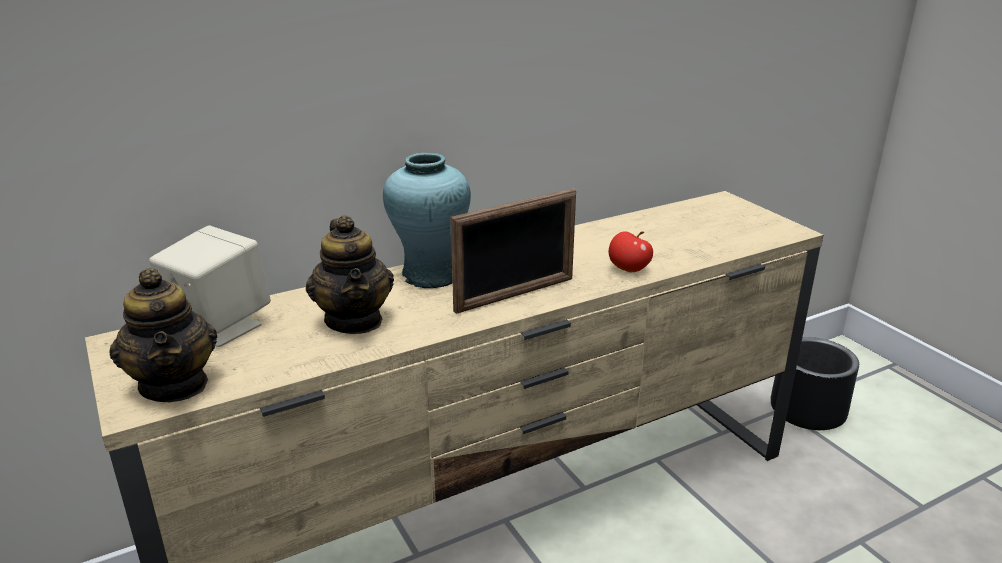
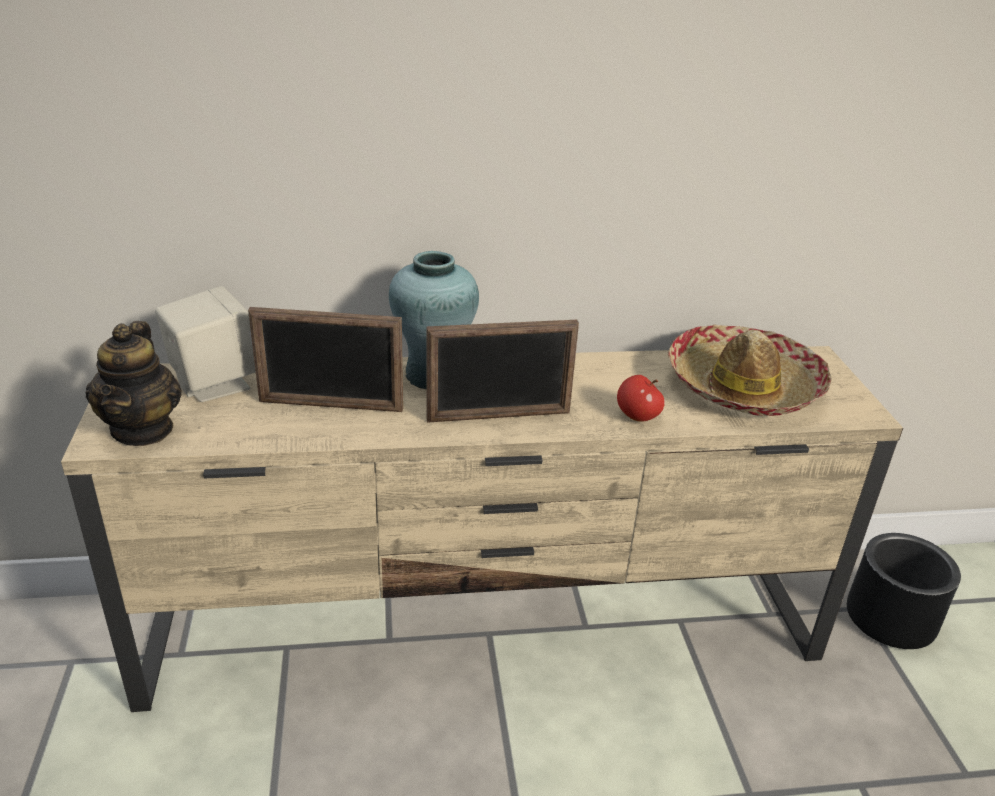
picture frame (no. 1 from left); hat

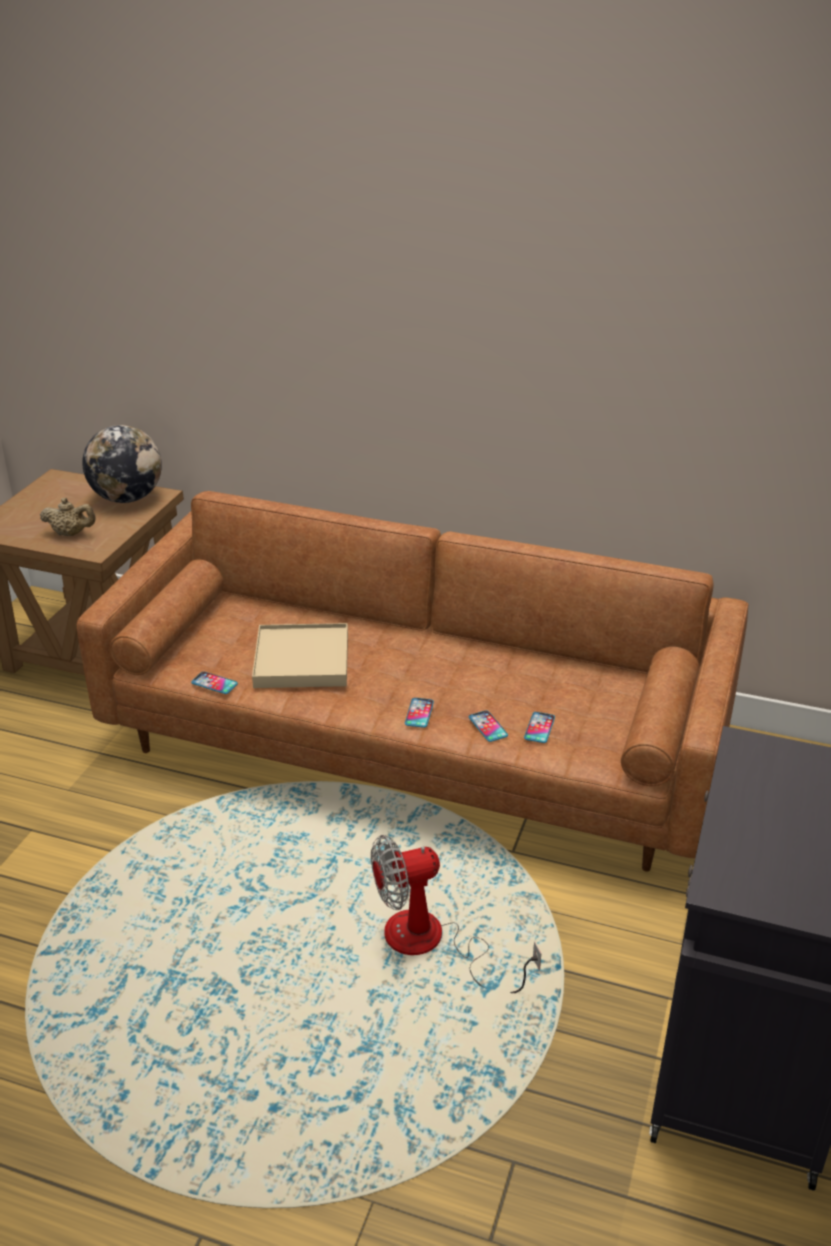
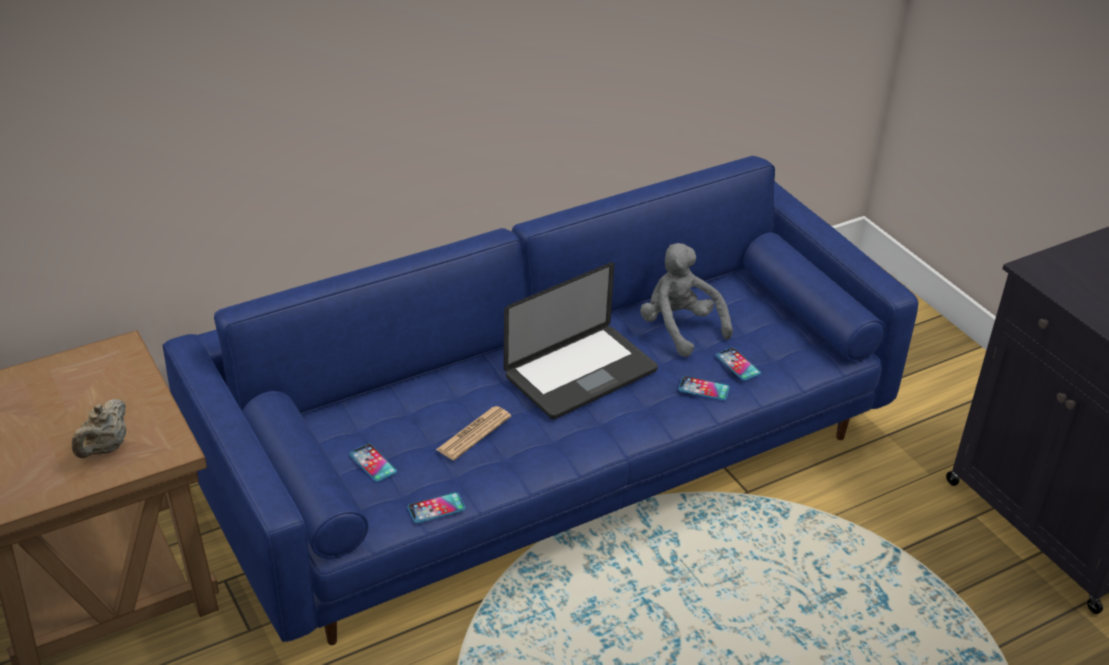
beige teapot; blue sofa; phone (no. 1 from left); newspaper; laptop; grey plush toy; globe; fan

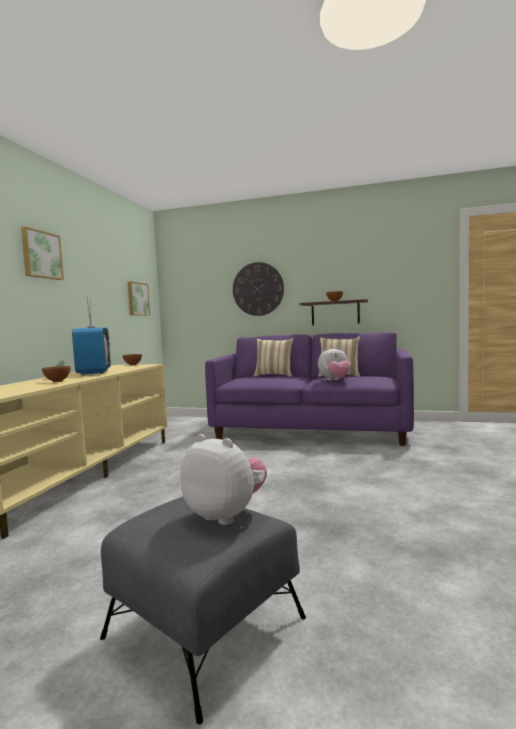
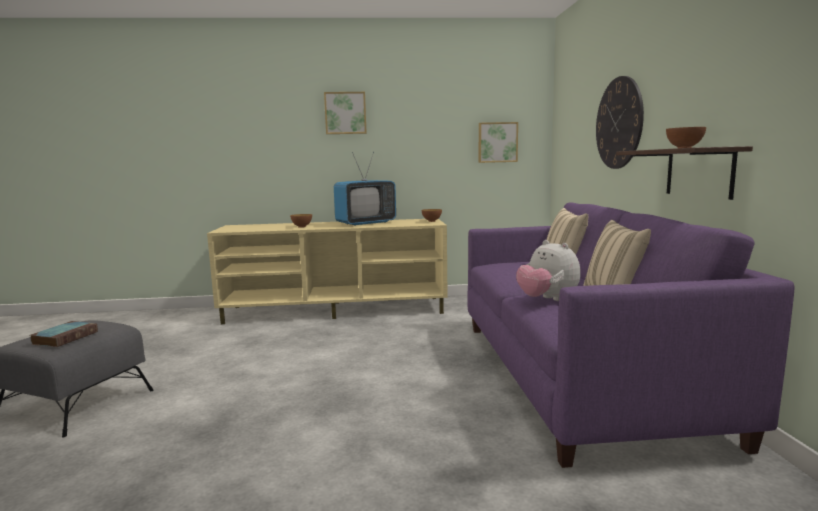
book

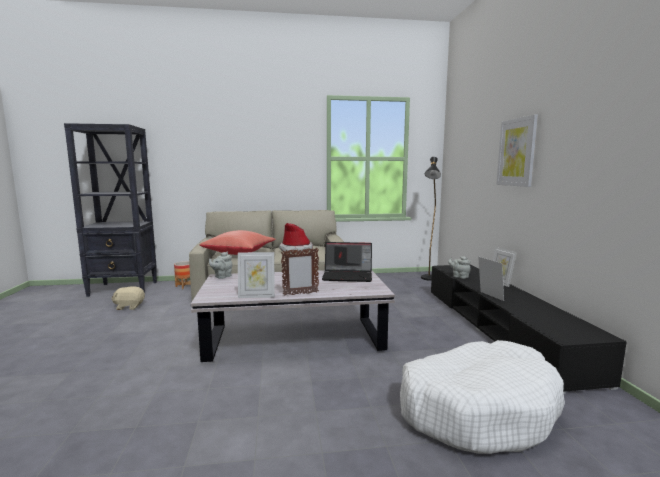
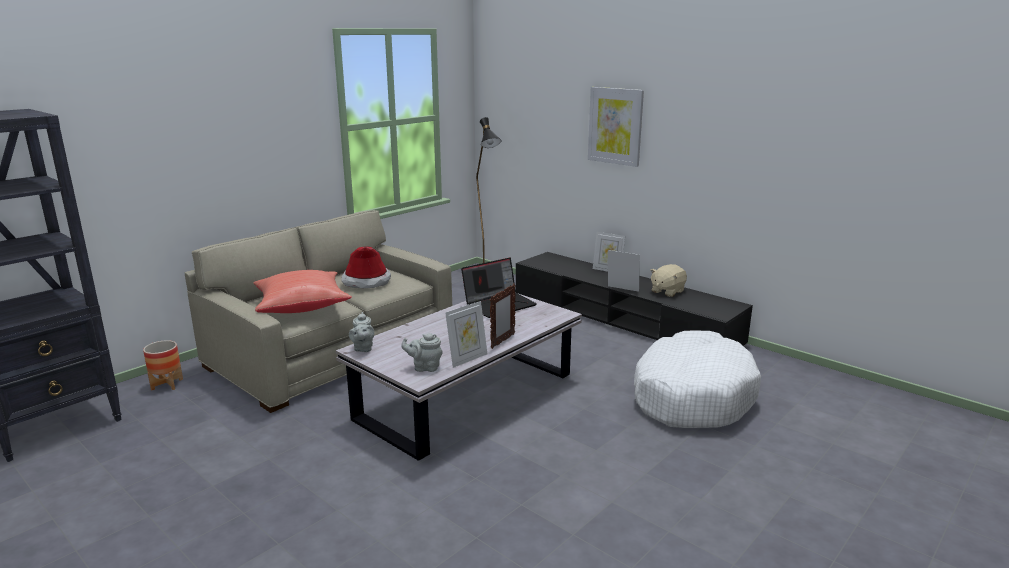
grey teapot (no. 2 from left); beige plush toy

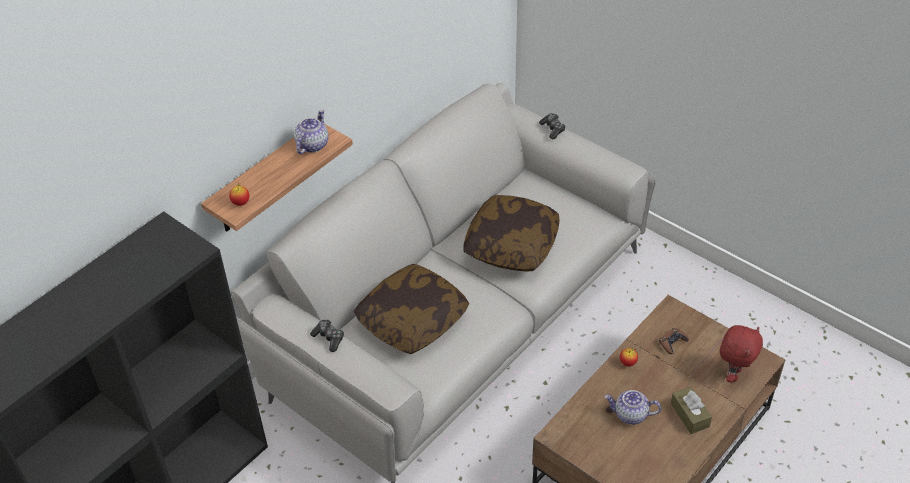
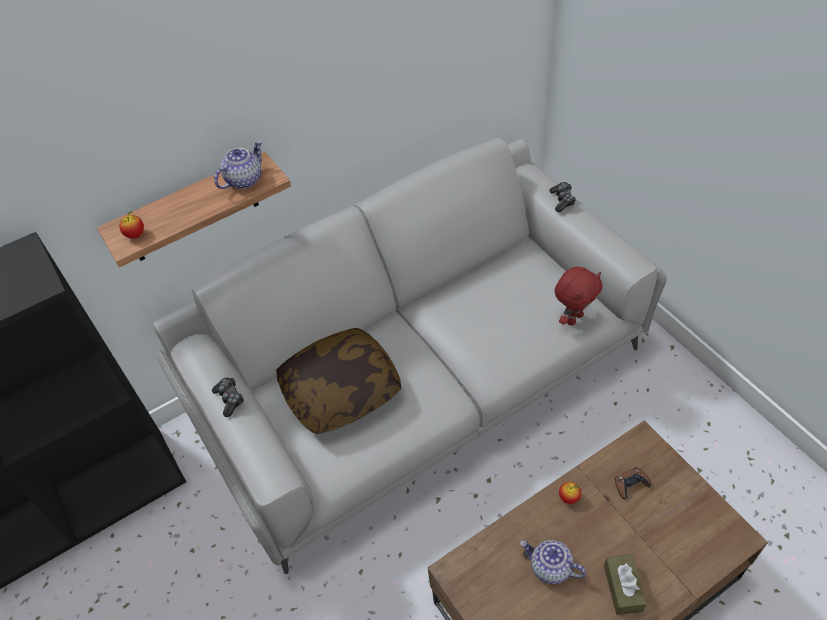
red plush toy; pillow (no. 2 from left in the first image)

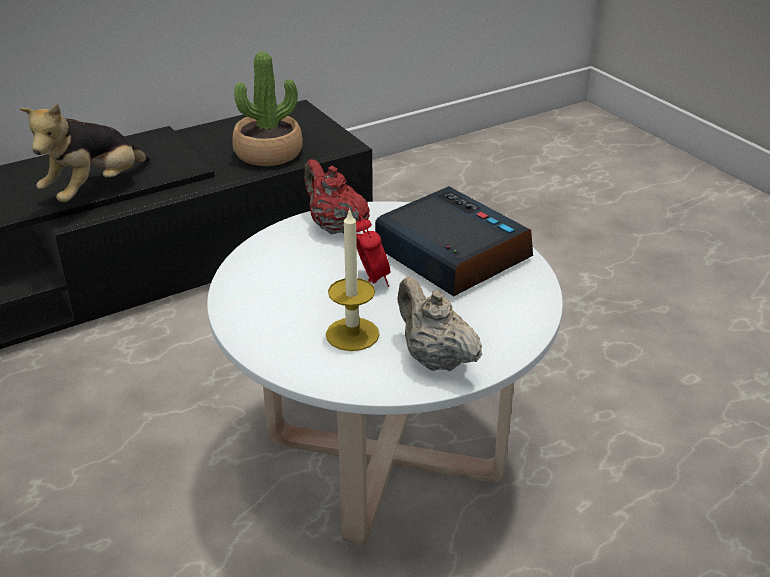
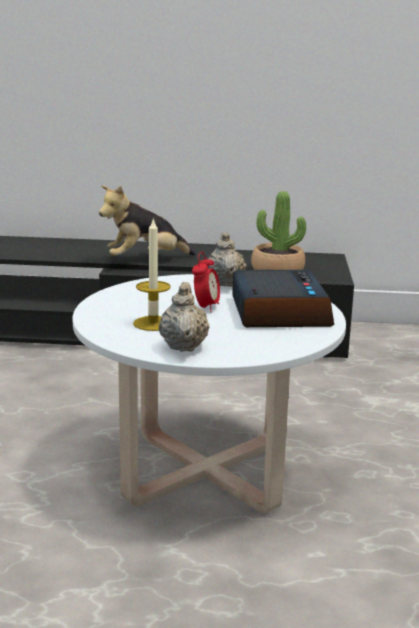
beige teapot (no. 2 from left)

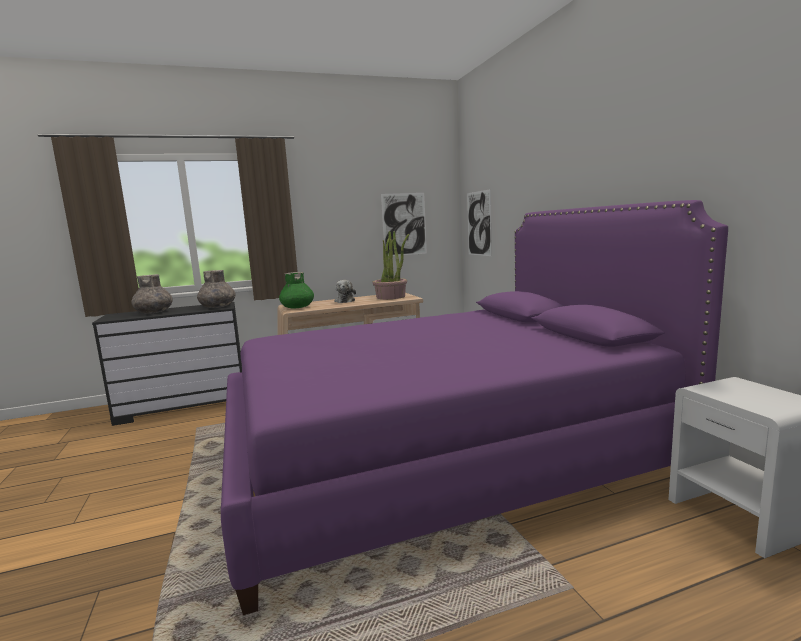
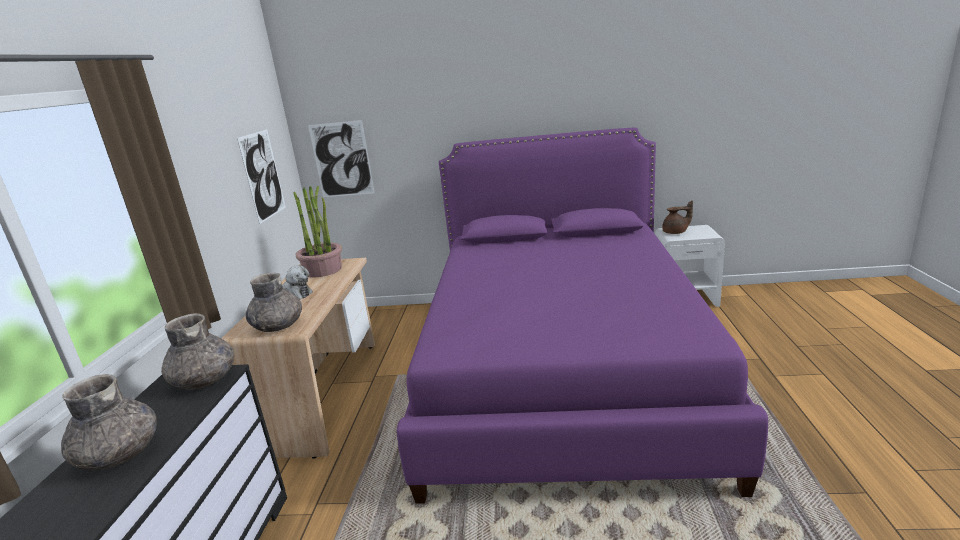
grey vase (no. 3 from left); brown teapot

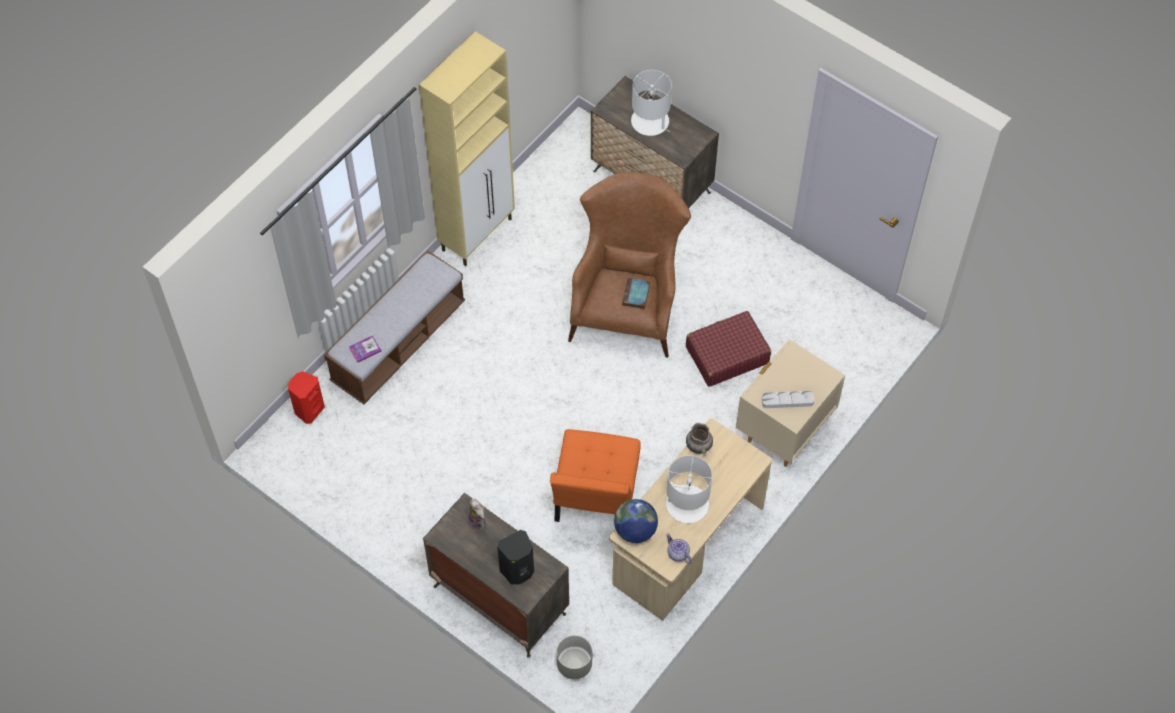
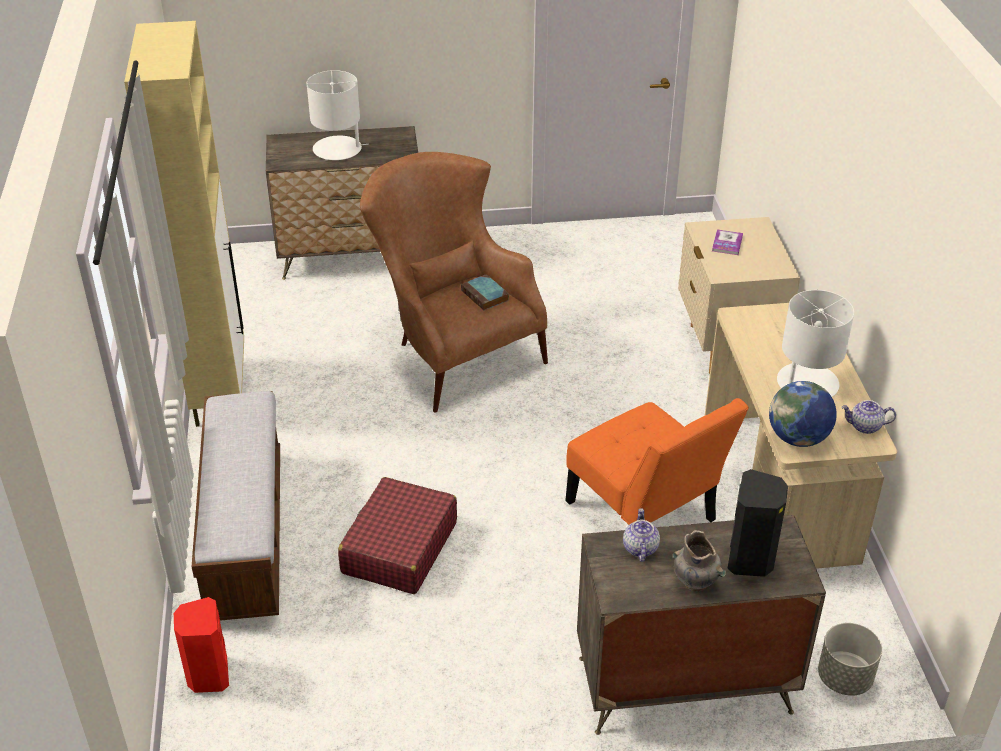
red suitcase; teapot (no. 1 from left); grey vase; book (no. 2 from left); grey tray

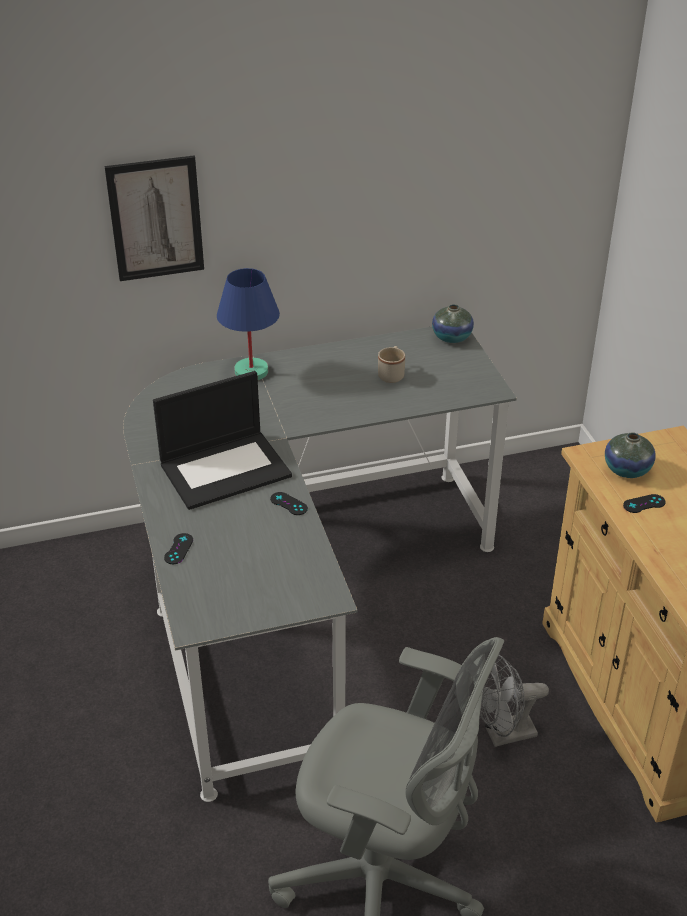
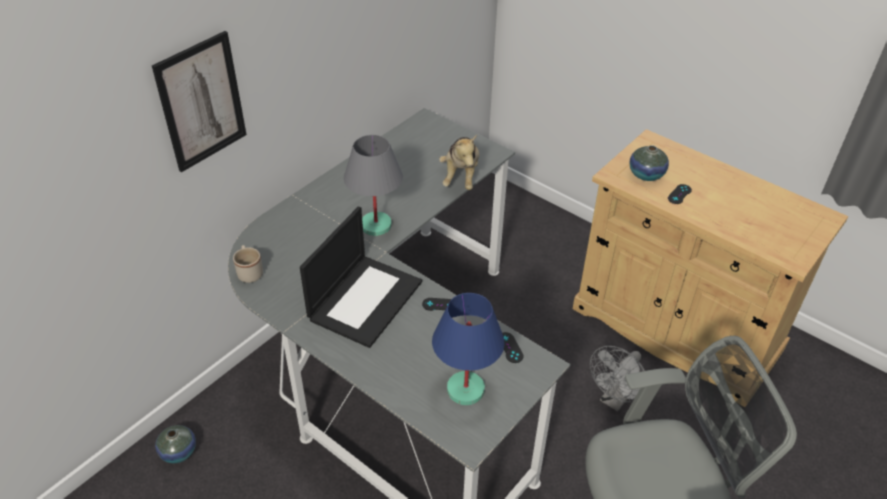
vase (no. 1 from left); beige mug; grey table lamp; blue table lamp; plush toy; black game controller (no. 2 from left)

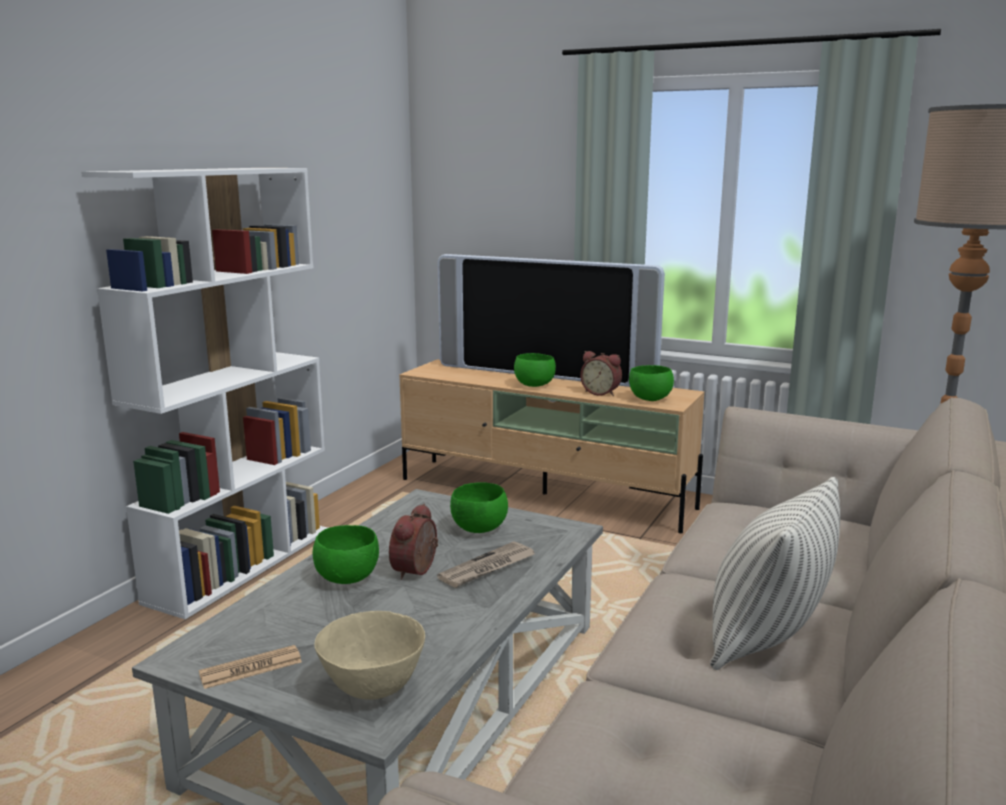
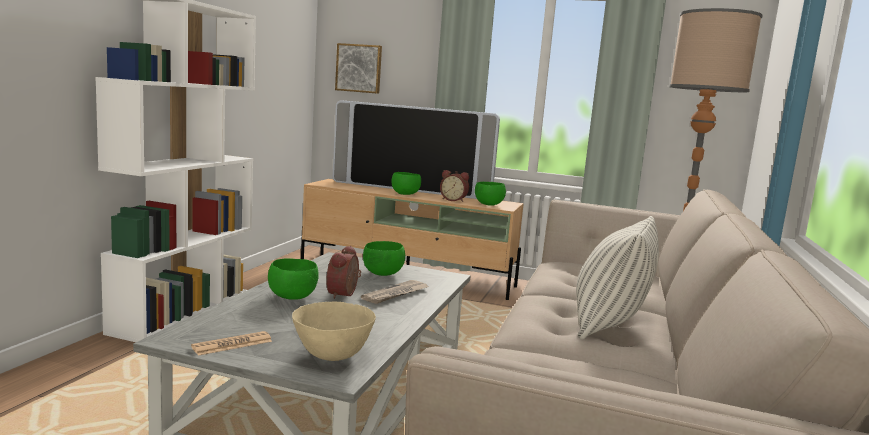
picture

